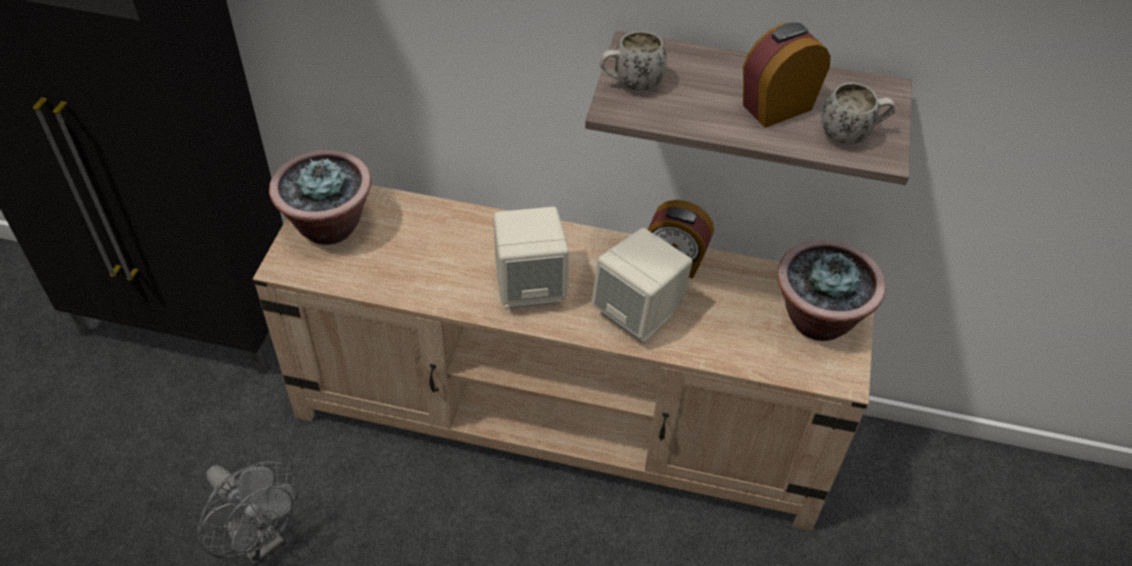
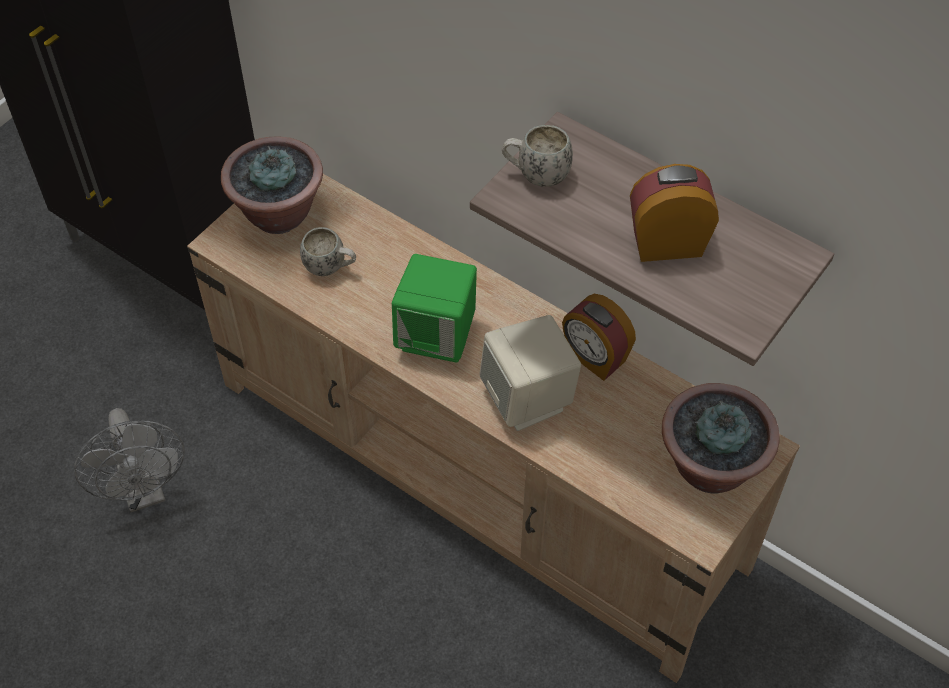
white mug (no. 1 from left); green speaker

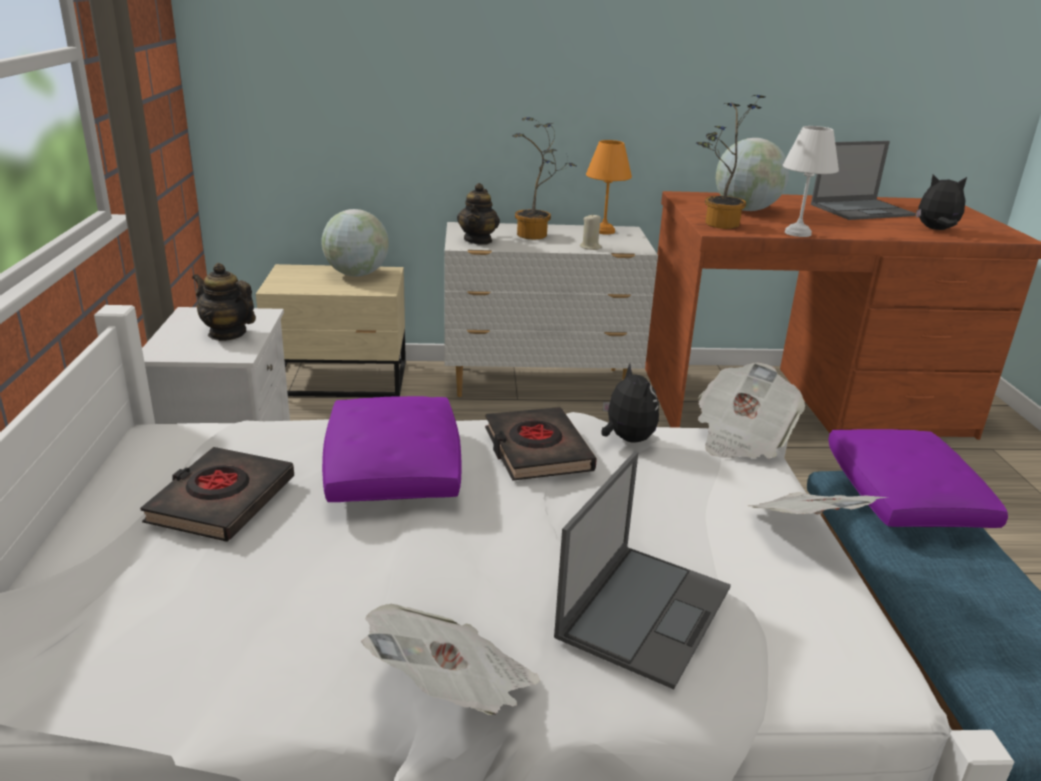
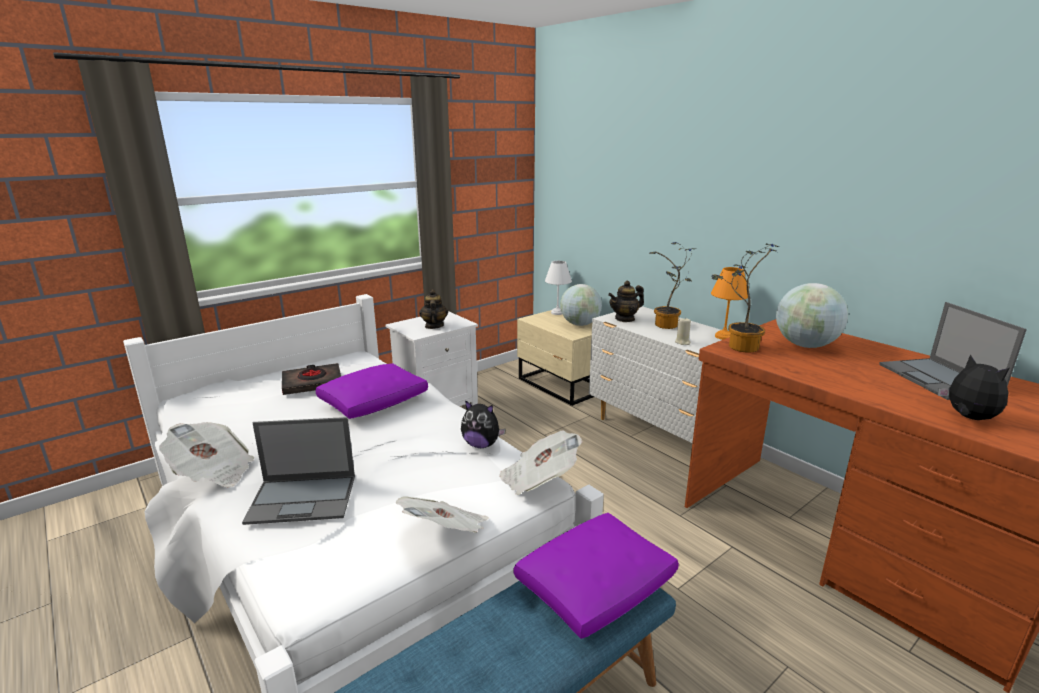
plush toy (no. 1 from left); white table lamp; laptop (no. 2 from left); black book (no. 2 from left in the first image)

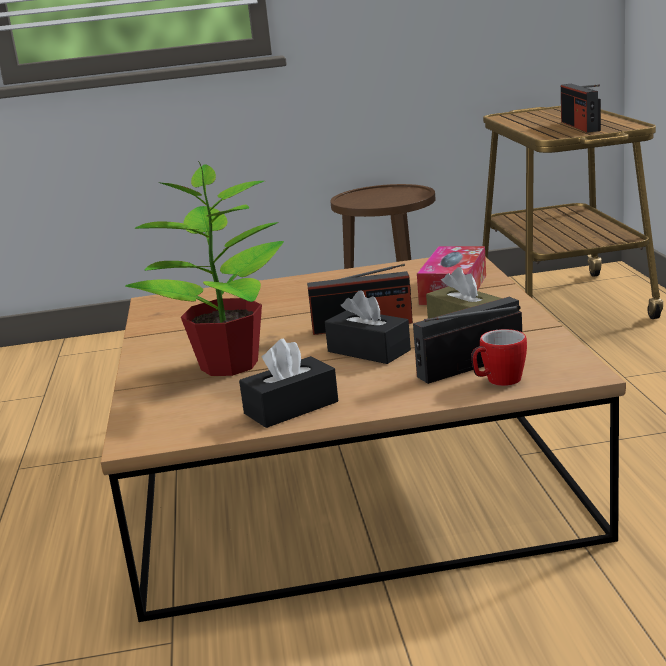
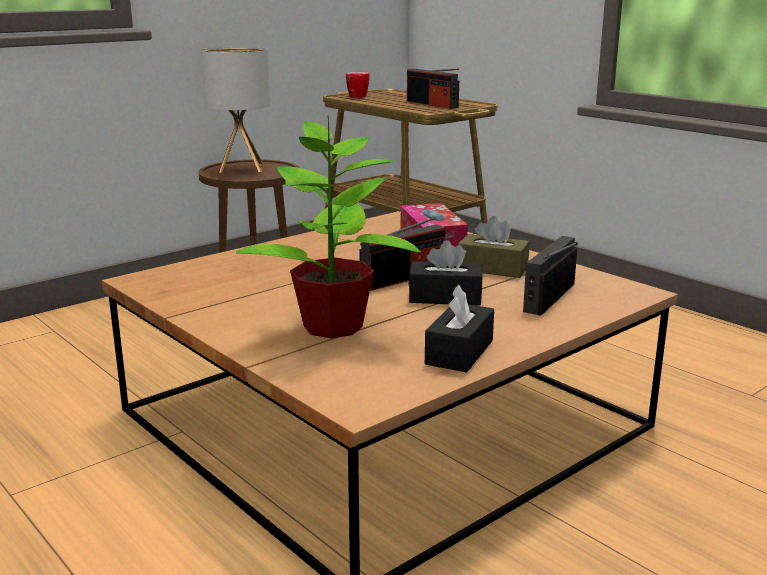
table lamp; mug

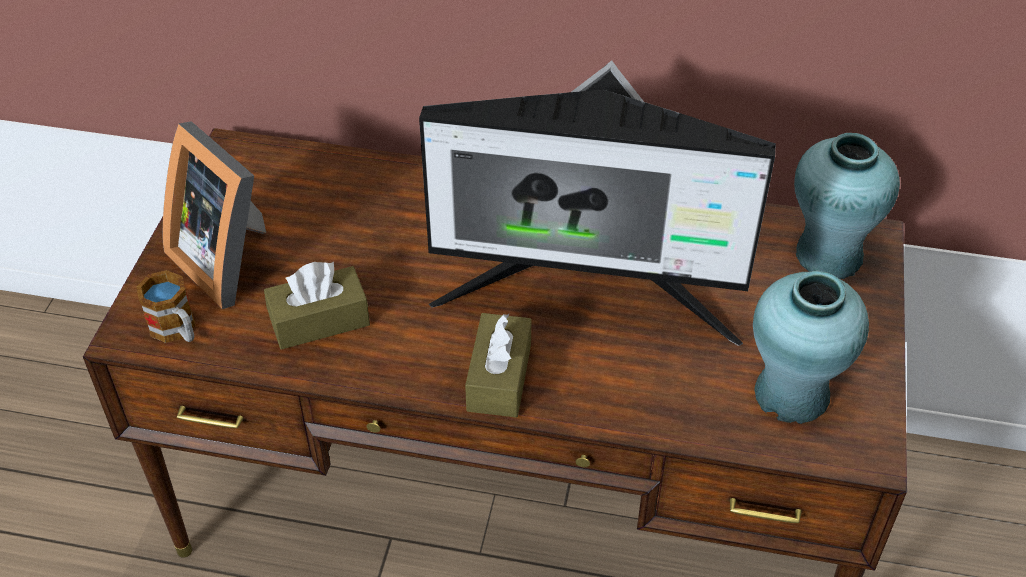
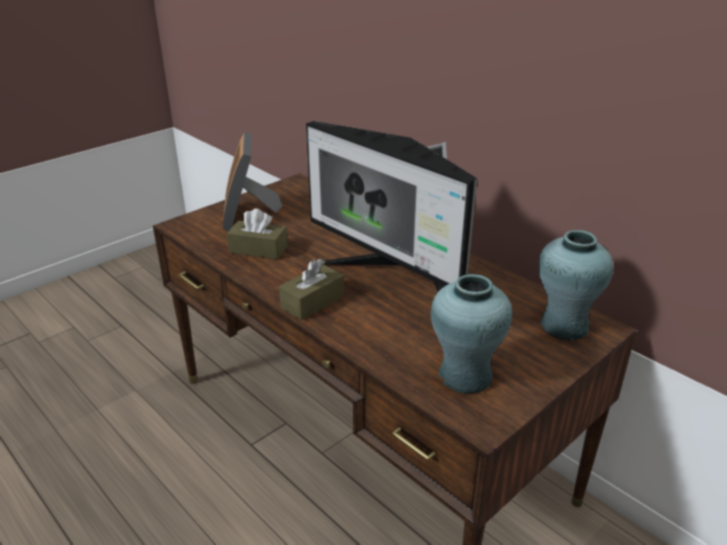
mug

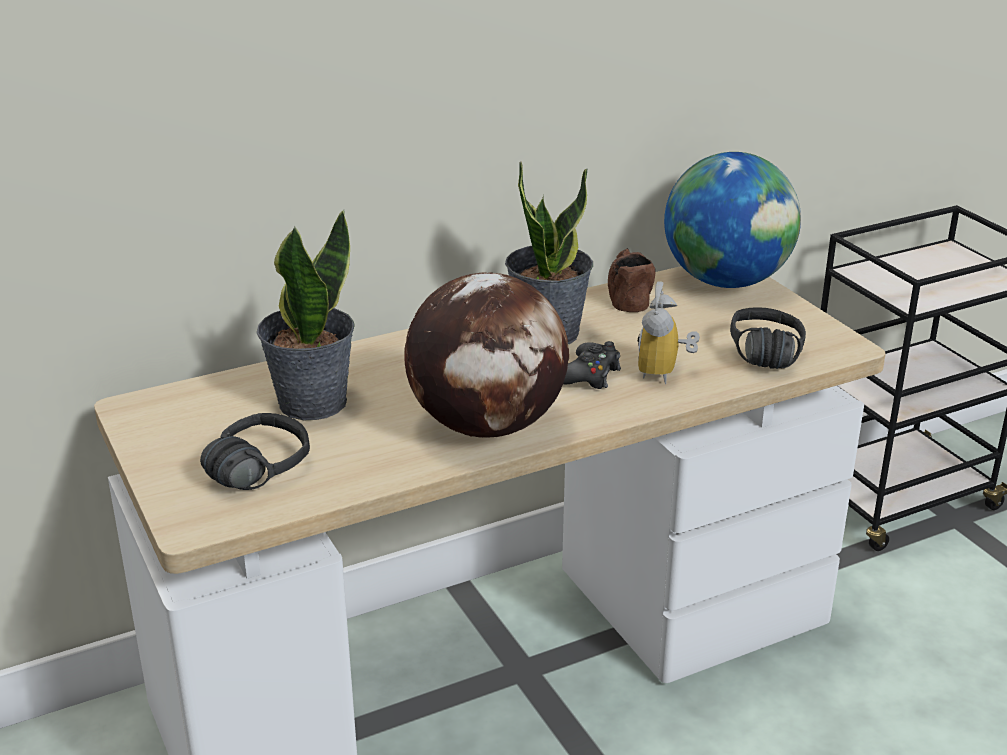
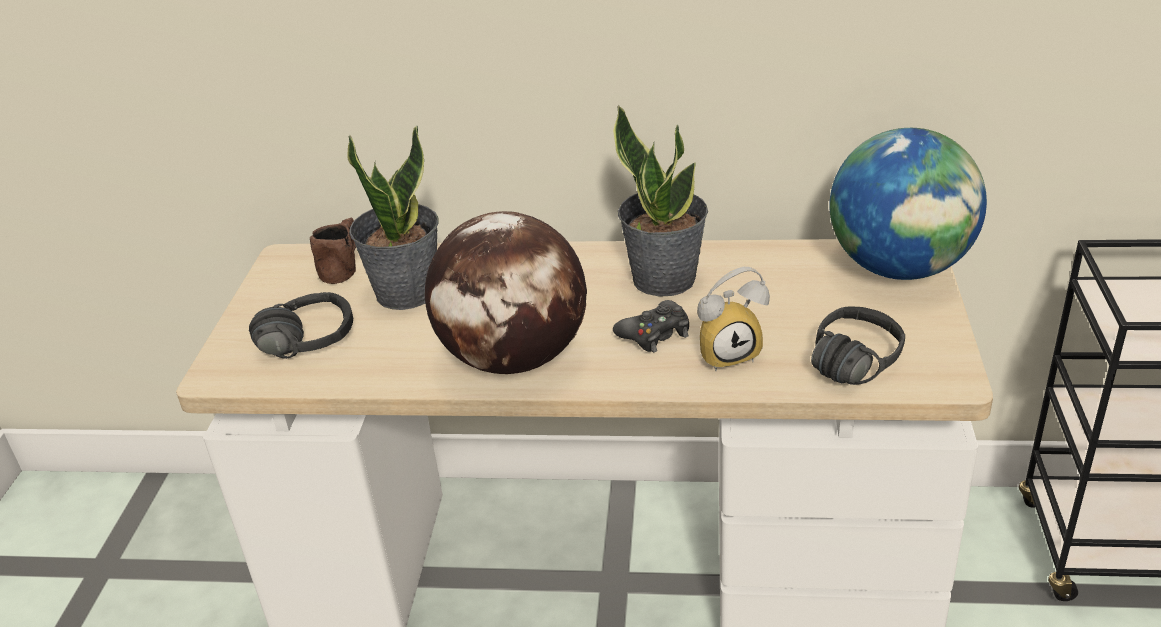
brown mug; alarm clock

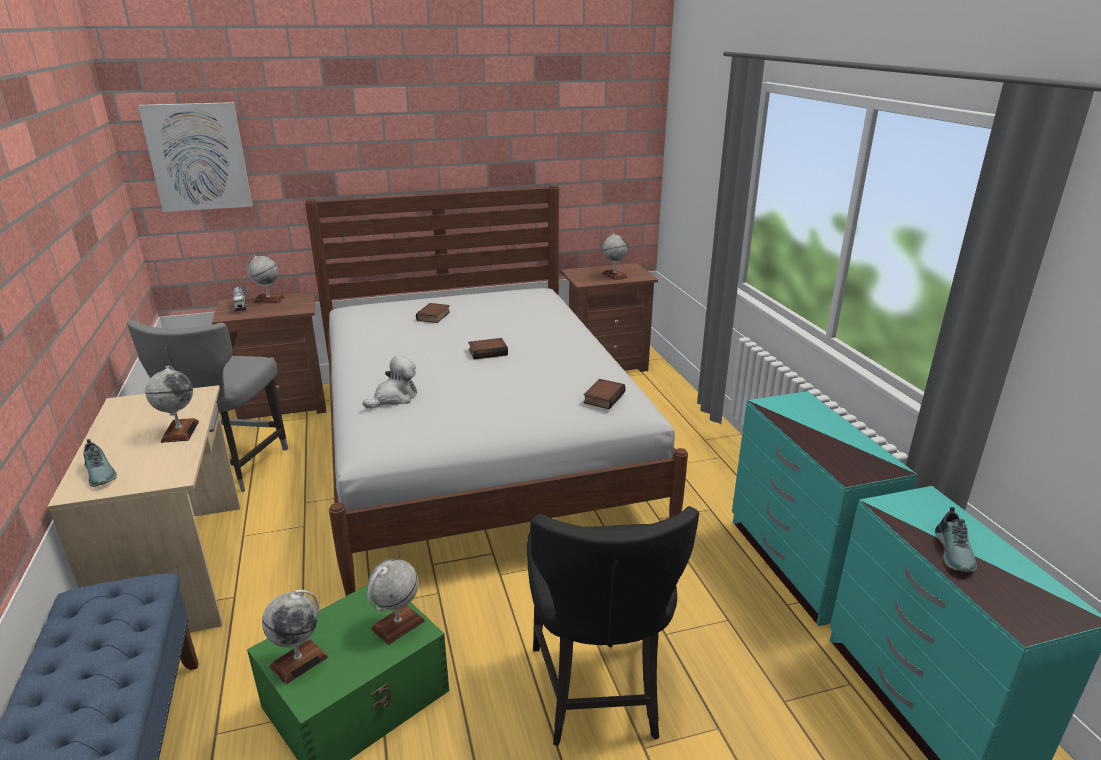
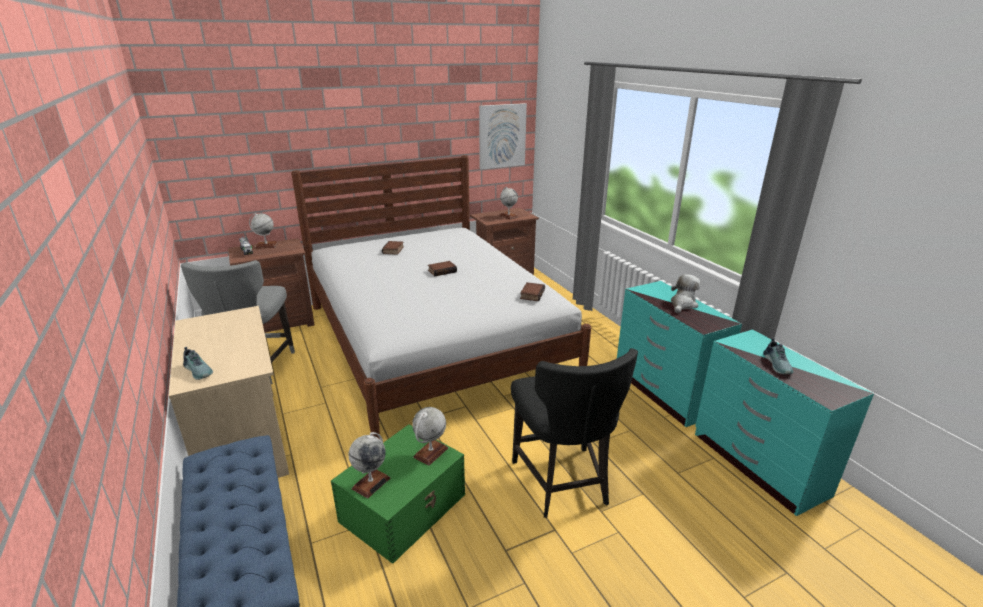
picture; plush toy; globe (no. 1 from left in the first image)

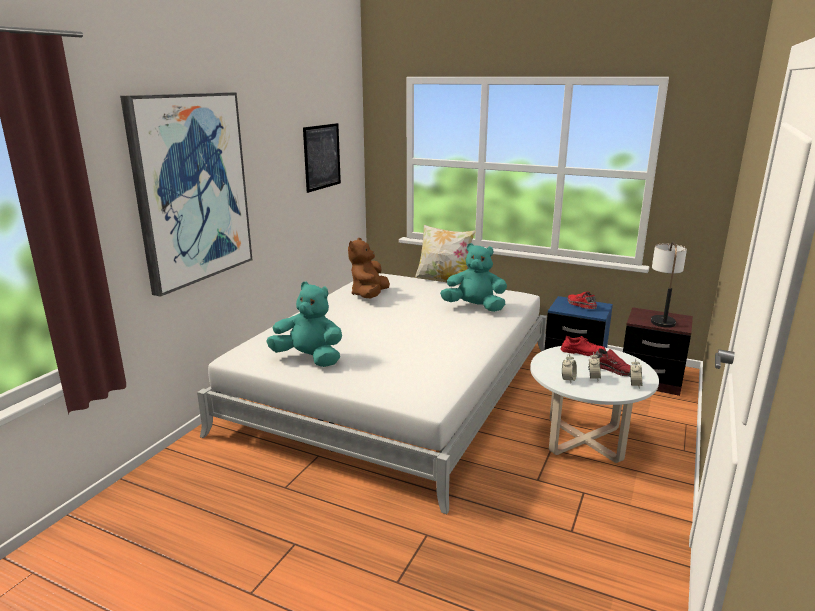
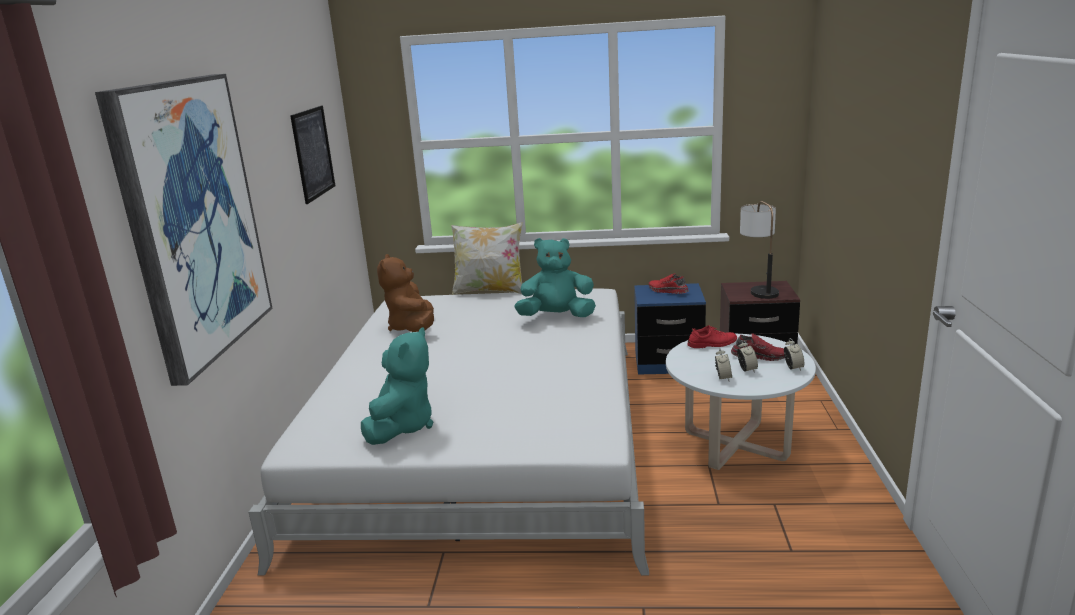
turquoise plush toy (no. 1 from left)

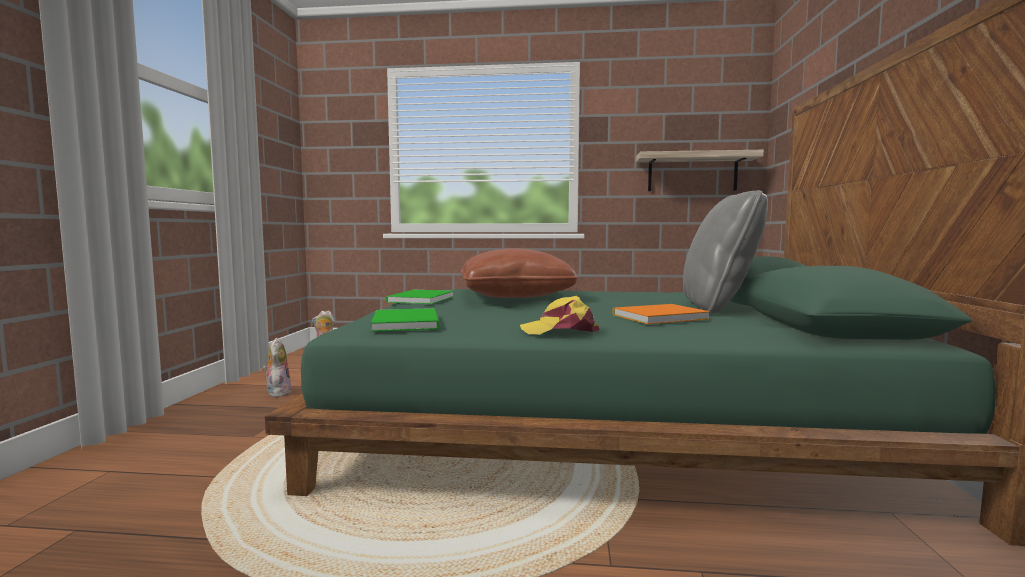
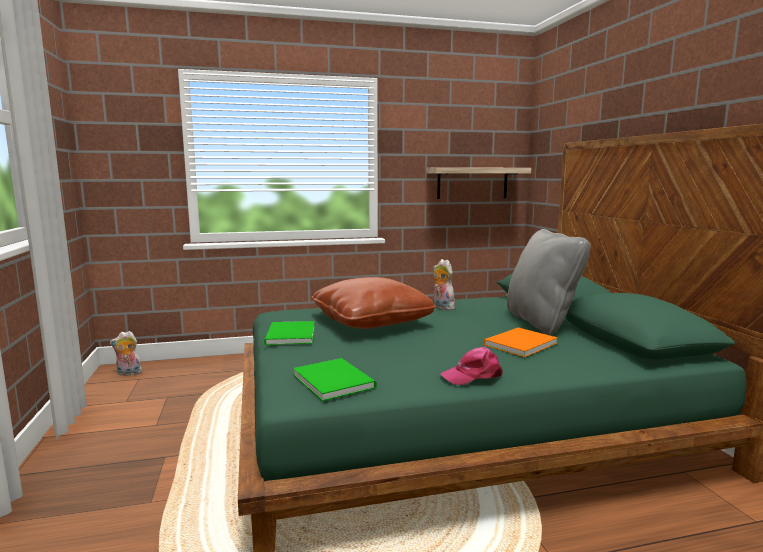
plush toy (no. 2 from left); pink cap

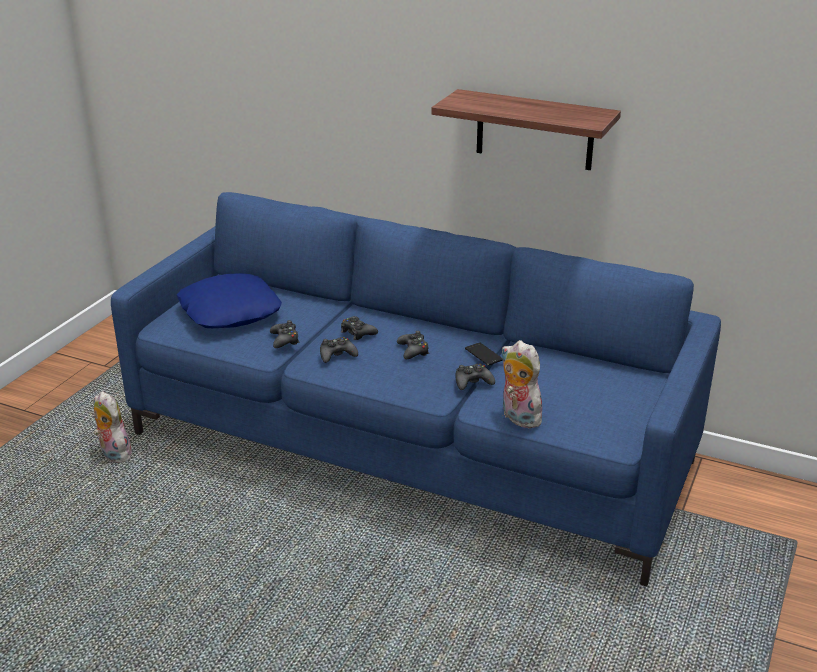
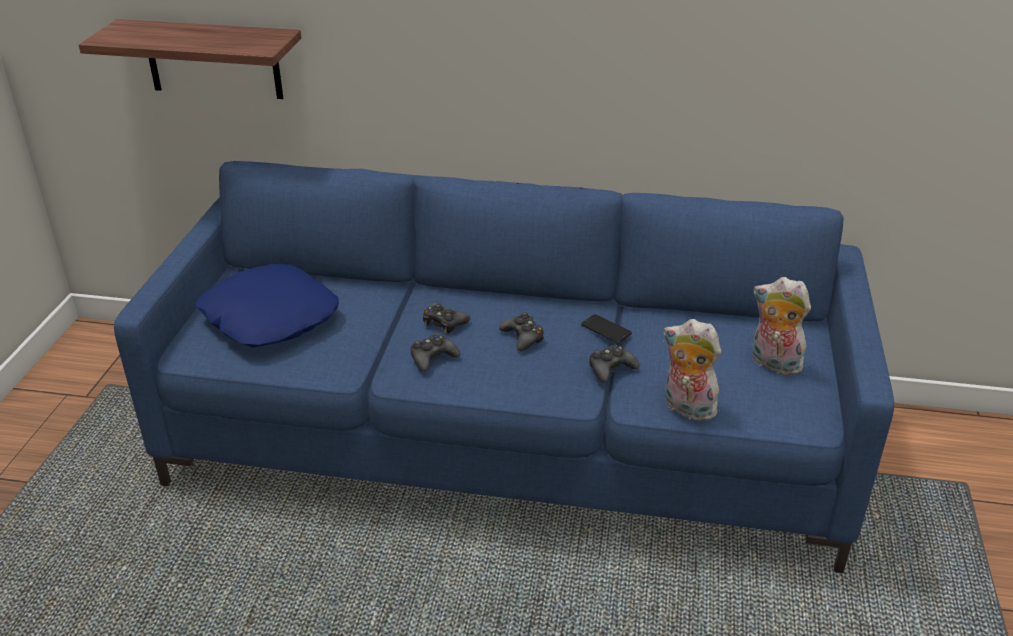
shelf; plush toy (no. 2 from left); black game controller (no. 1 from left in the first image)

